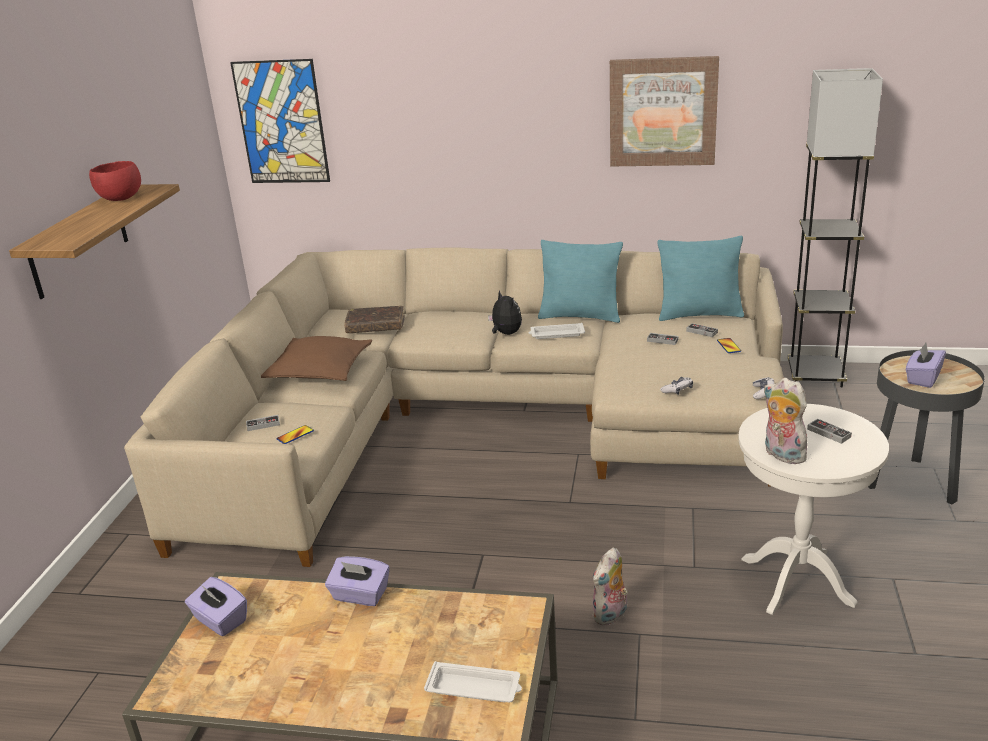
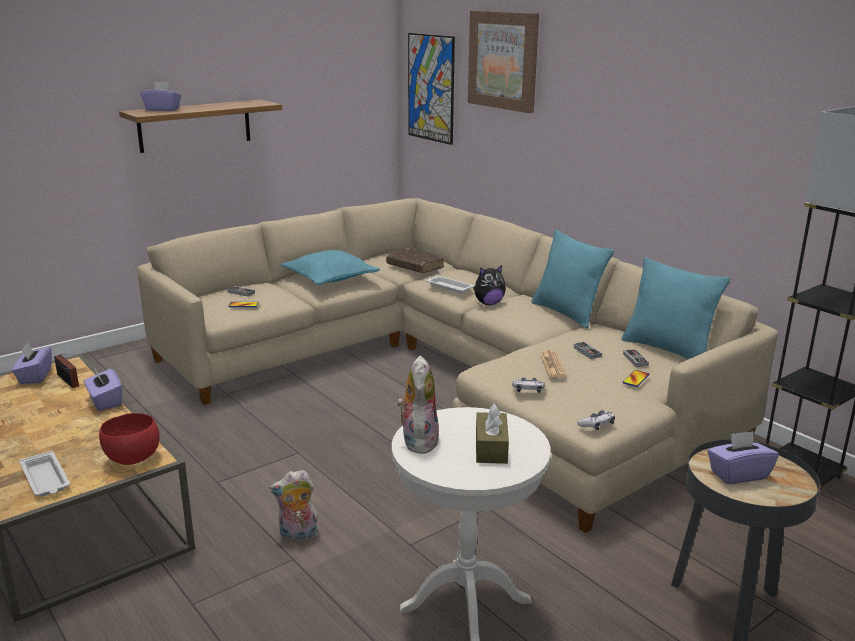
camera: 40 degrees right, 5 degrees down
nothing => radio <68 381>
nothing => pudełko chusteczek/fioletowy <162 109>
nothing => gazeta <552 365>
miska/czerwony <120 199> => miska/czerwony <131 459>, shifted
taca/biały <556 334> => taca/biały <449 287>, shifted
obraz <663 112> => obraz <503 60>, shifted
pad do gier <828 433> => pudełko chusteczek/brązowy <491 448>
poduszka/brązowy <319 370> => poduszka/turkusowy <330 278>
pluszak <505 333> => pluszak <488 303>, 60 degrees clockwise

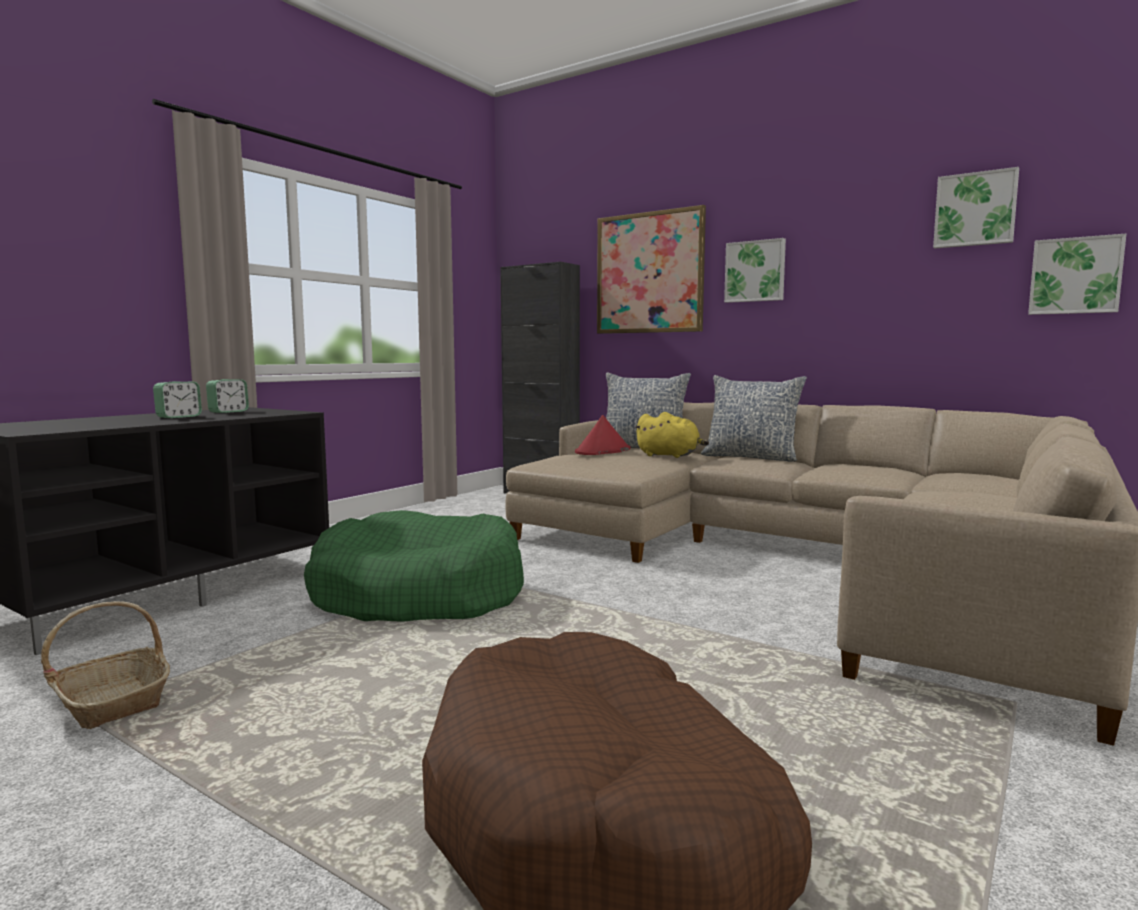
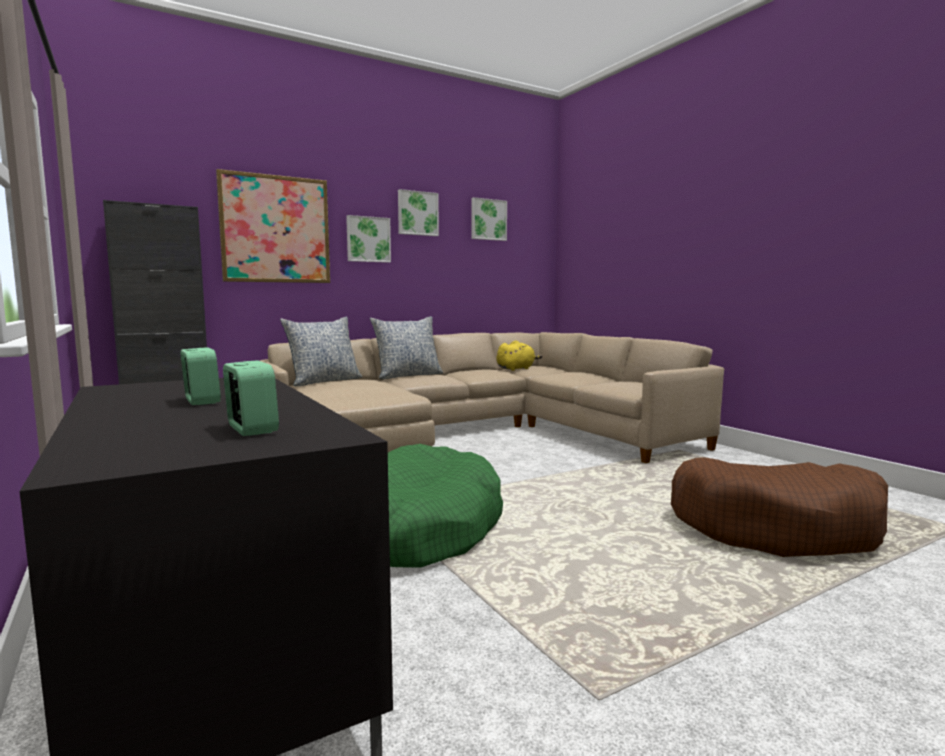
camera: 65 degrees left, 0 degrees up
koszyk <112 702> => nothing
kapelusz/czerwony <602 451> => nothing
budzik <228 411> => budzik <252 429>, shifted
pluszak/żółty <670 456> => pluszak/żółty <516 369>, shifted
obraz <1075 276> => obraz <417 213>, shifted

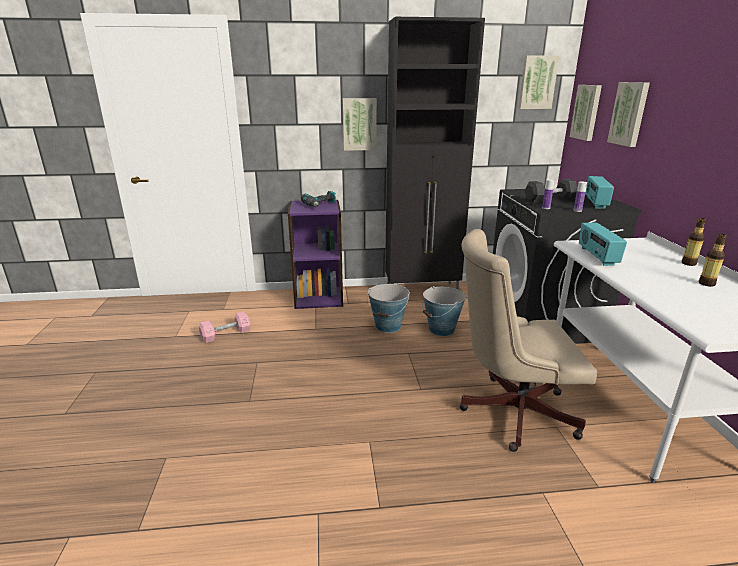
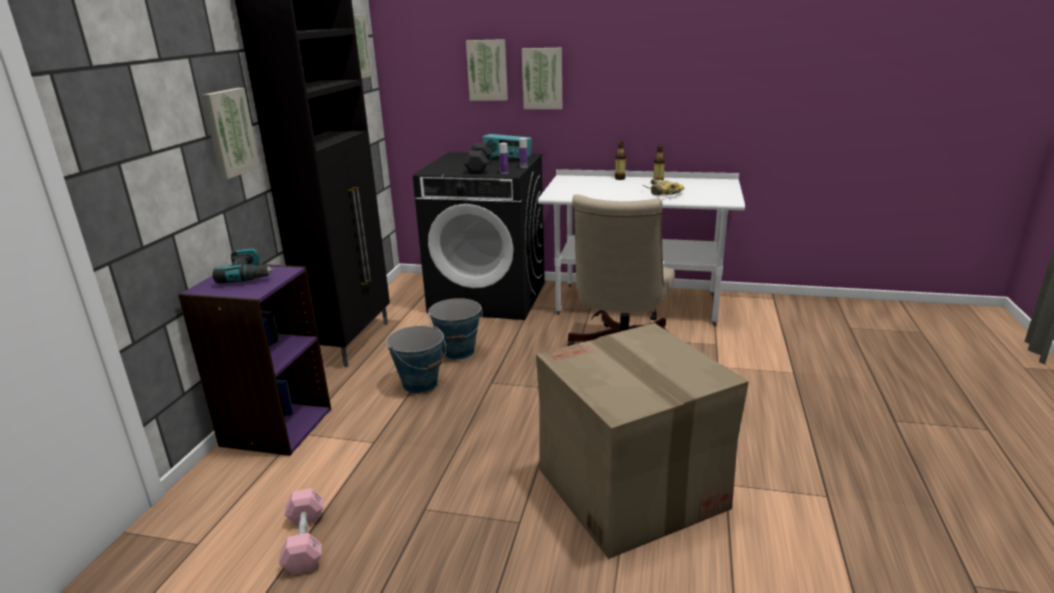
camera: 70 degrees left, 0 degrees up
radio <597 257> => nothing
nothing => karton <632 489>
nothing => wiertarka <660 192>
obraz <587 112> => obraz <542 78>, shifted

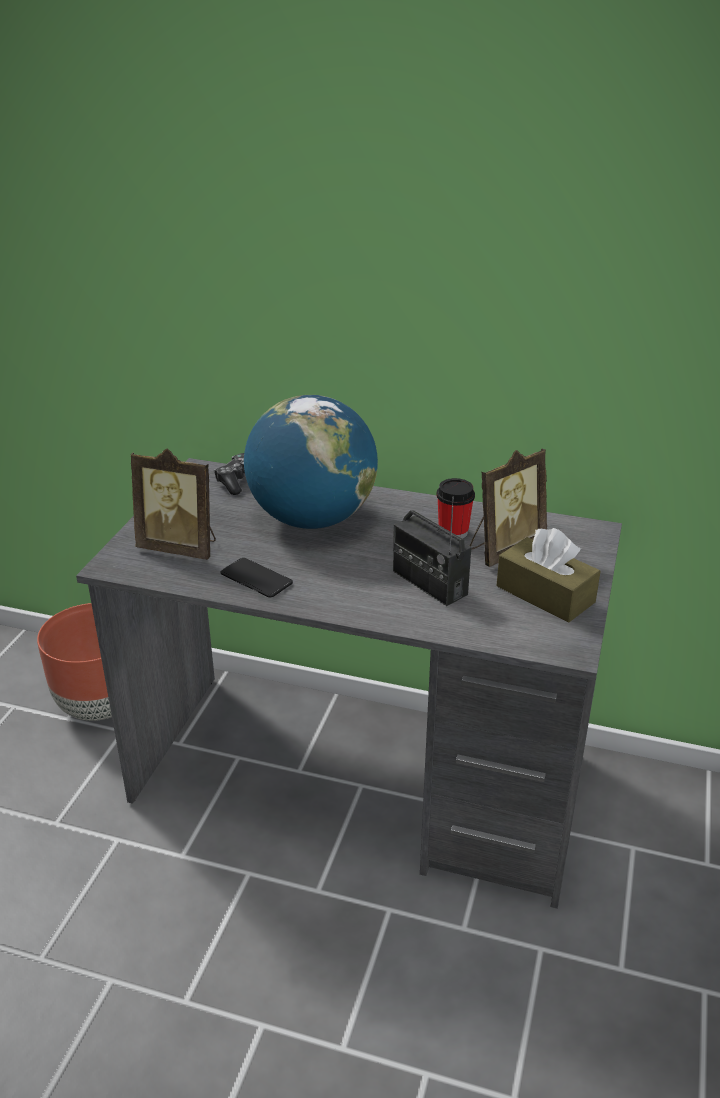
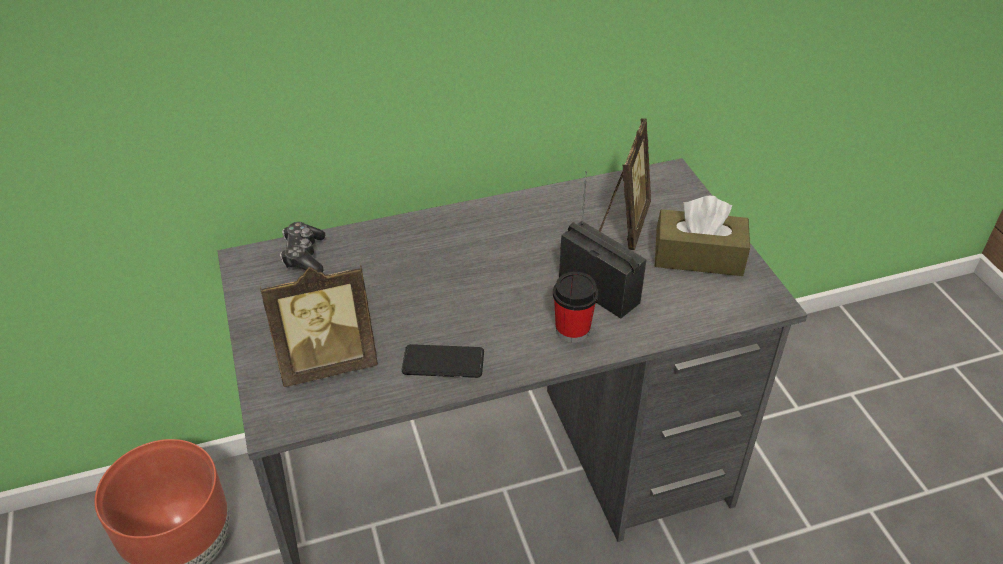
camera: 35 degrees left, 10 degrees up
globus <312 519> => nothing
filiżanka <453 532> => filiżanka <572 330>, shifted
radio <429 583> => radio <599 290>, 150 degrees counterclockwise

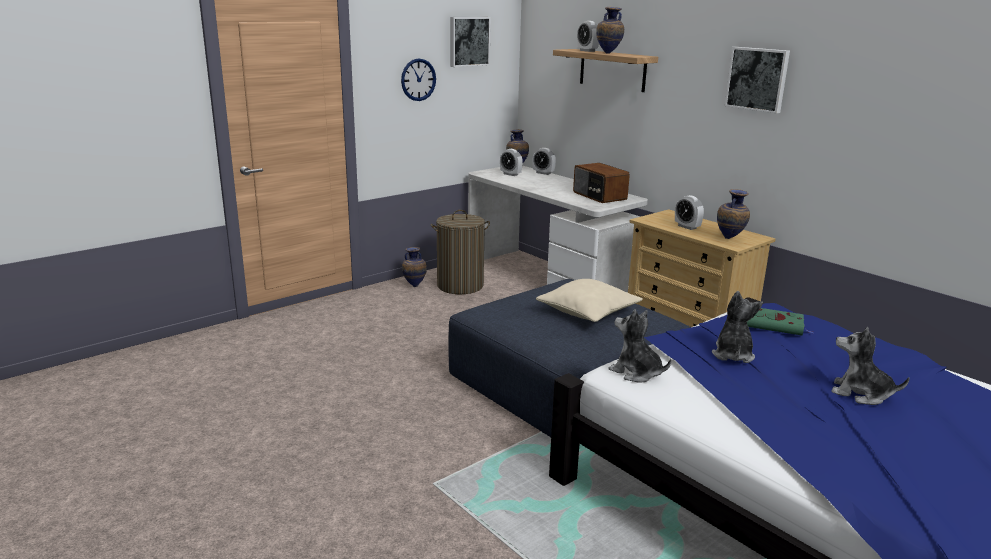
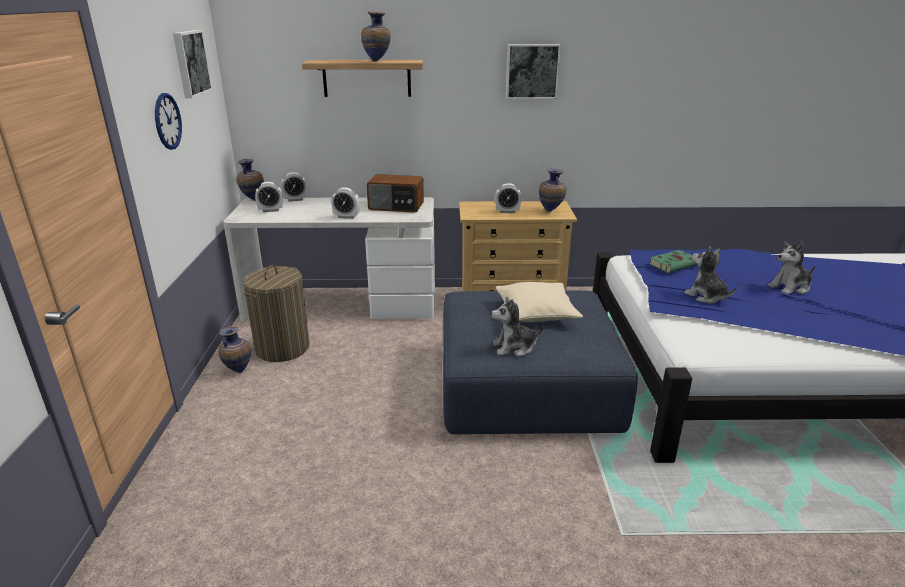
camera: 50 degrees left, 5 degrees up
budzik <587 51> => budzik <346 217>, shifted
pluszak <636 372> => pluszak <514 347>, shifted

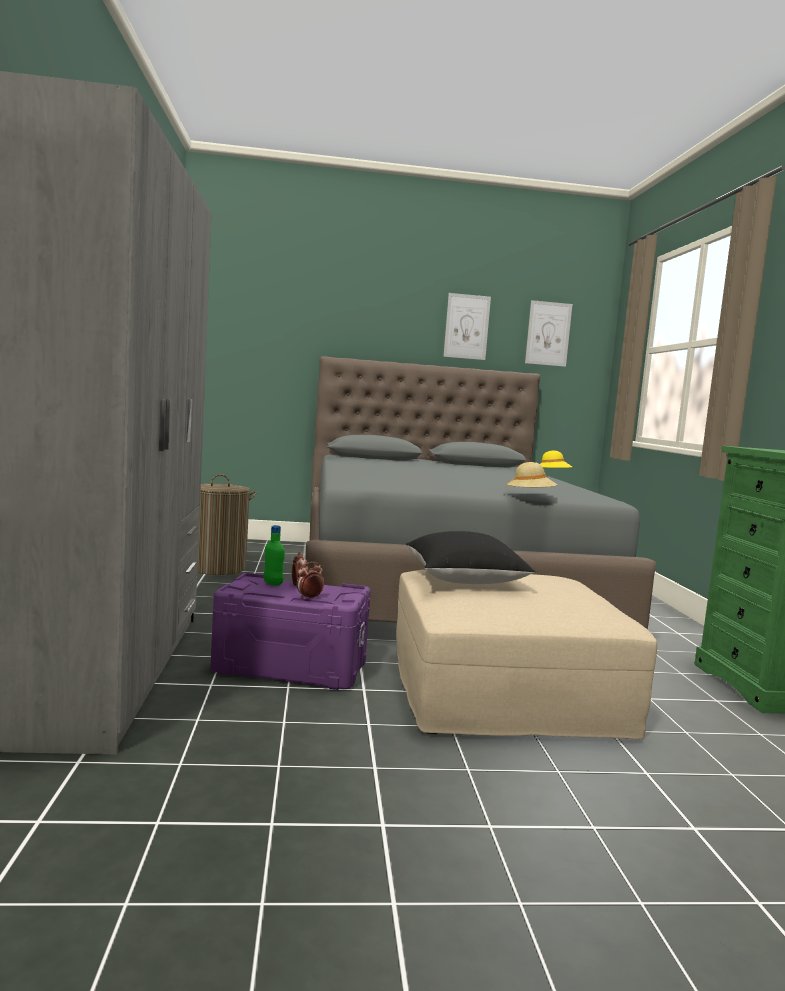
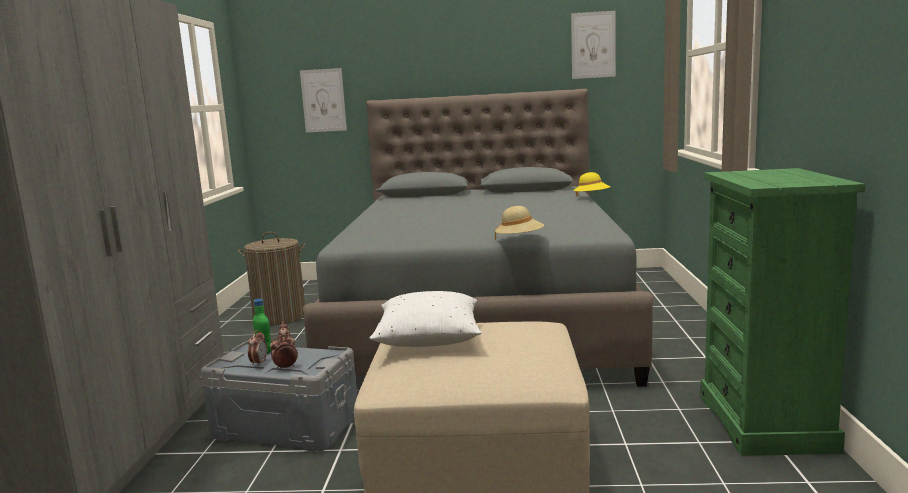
camera: 10 degrees right, 5 degrees up
nothing => budzik <259 363>
obraz <466 326> => obraz <323 100>, shifted
pojemnik do przechowywania/fioletowy <291 666> => pojemnik do przechowywania/szary <287 426>
poduszka/czarny <464 580> => poduszka/biały <429 340>

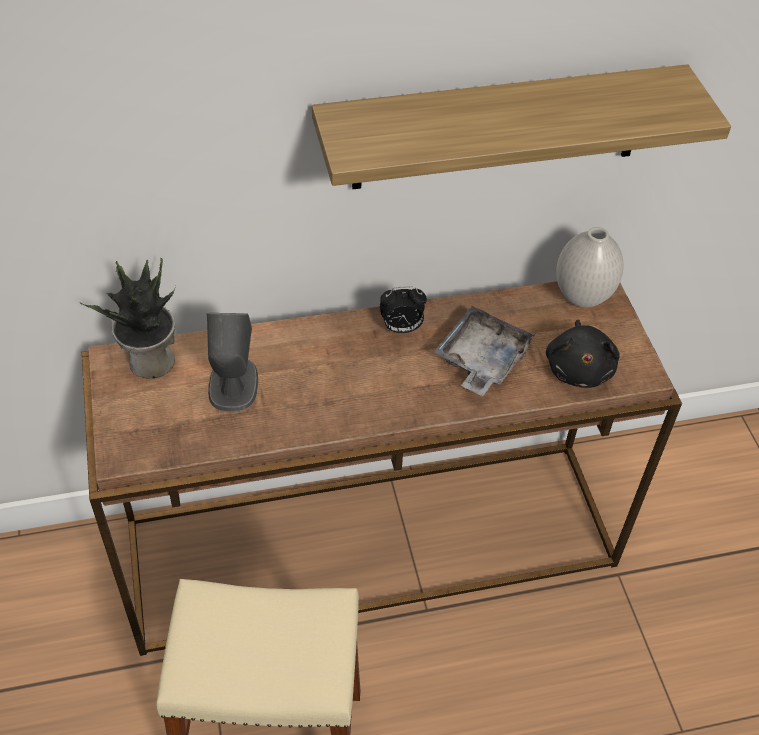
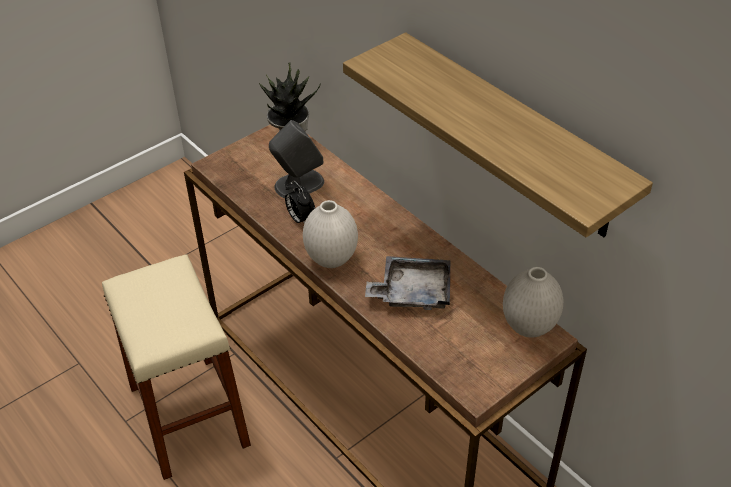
camera: 65 degrees right, 5 degrees down
pluszak/czarny <579 368> => nothing
nothing => wazon/biały <331 259>
budzik <401 328> => budzik <300 219>, shifted

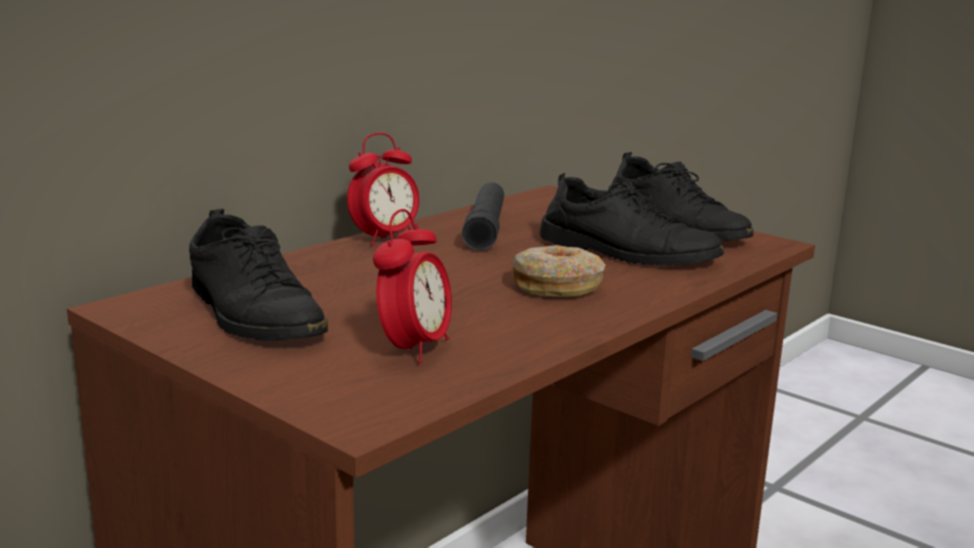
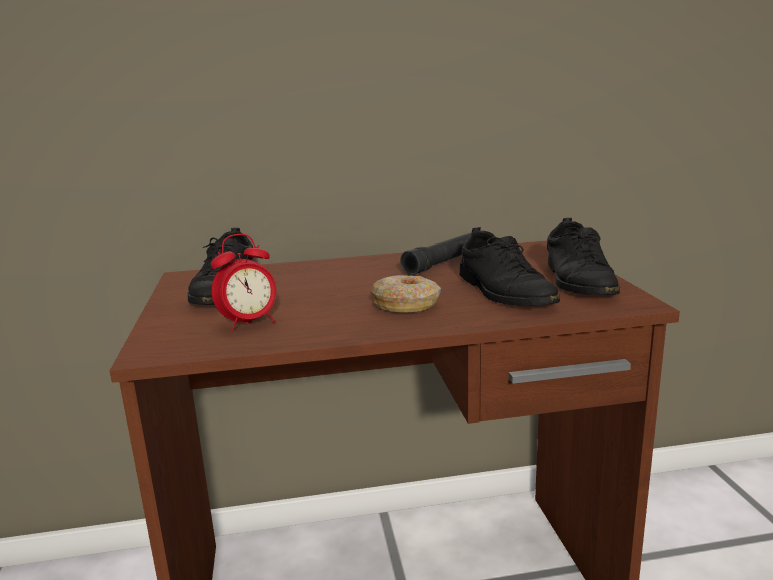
camera: 40 degrees right, 0 degrees up
budzik <384 239> => nothing

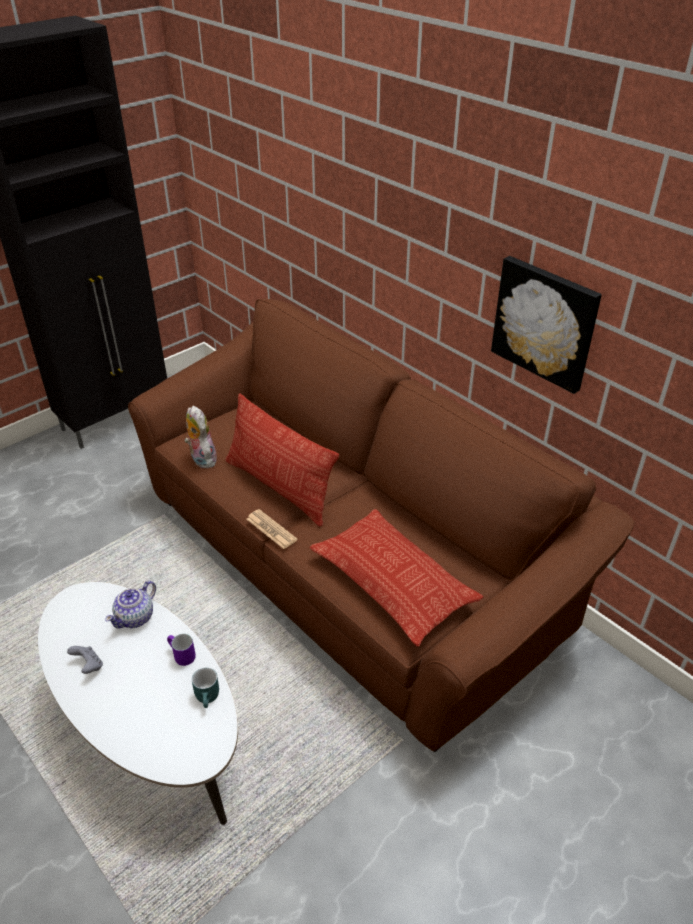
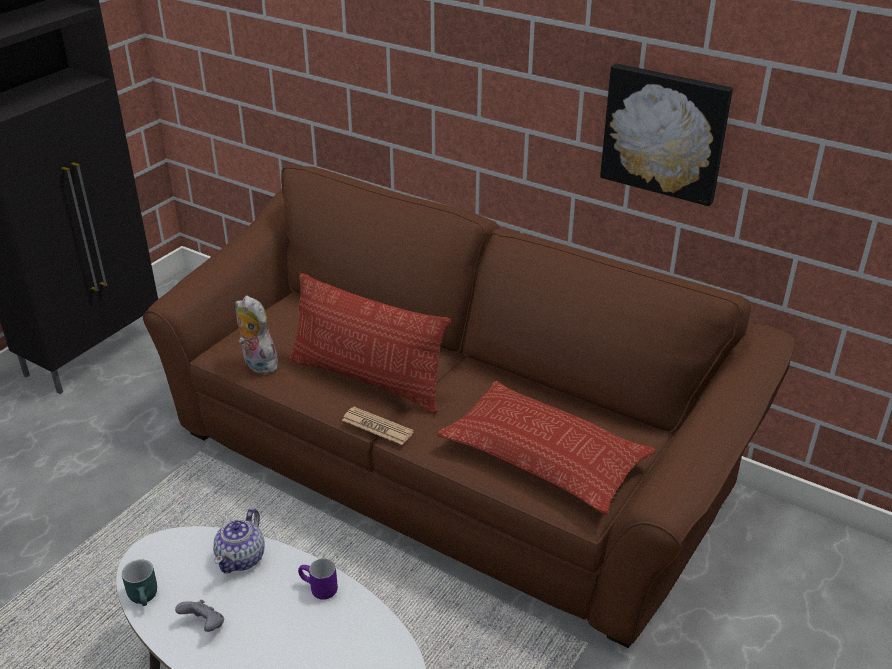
camera: 15 degrees left, 5 degrees down
kubek/turkusowy <209 697> => kubek/turkusowy <146 596>, shifted

